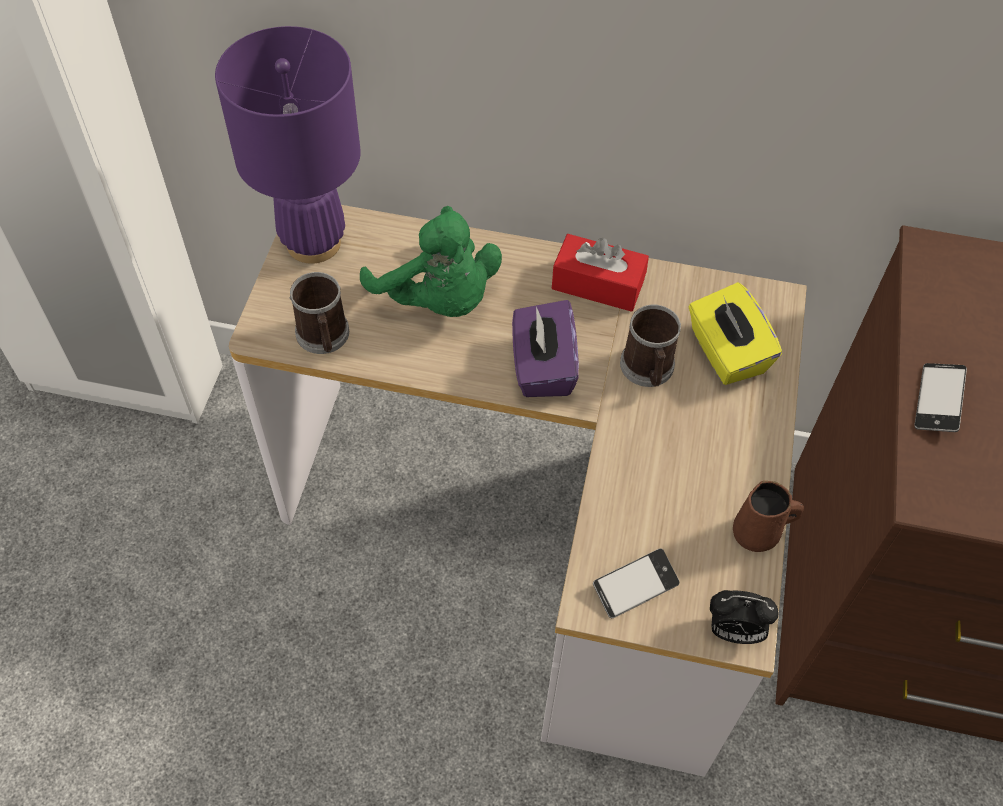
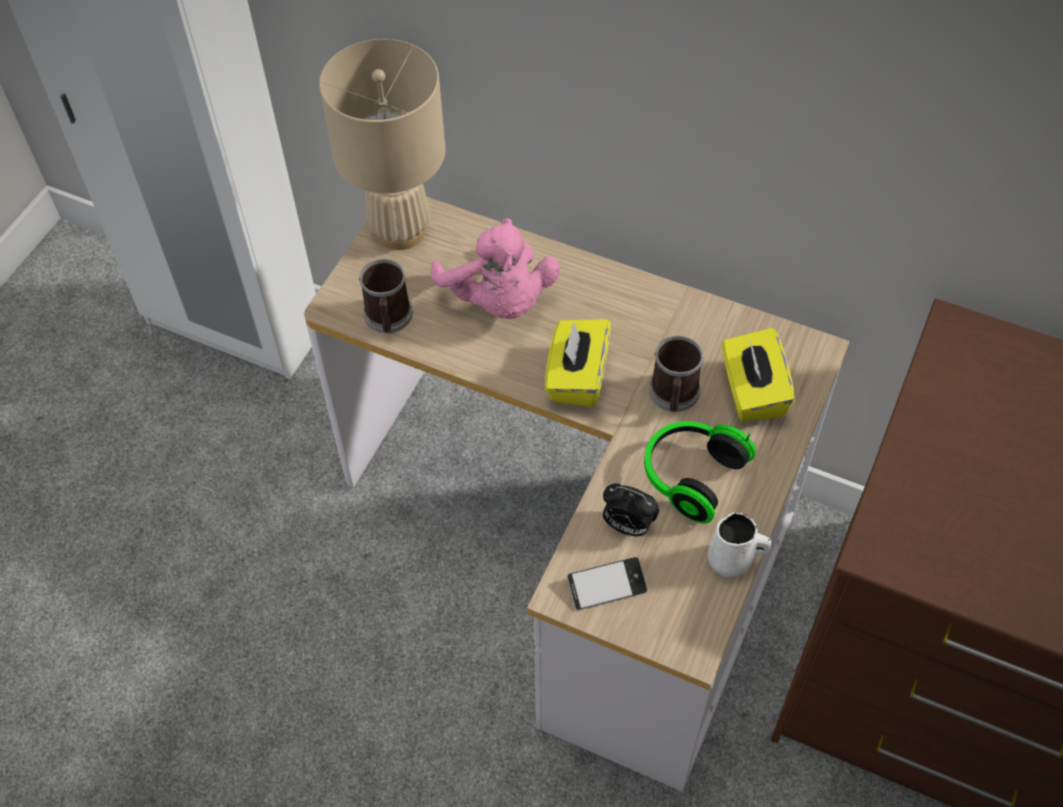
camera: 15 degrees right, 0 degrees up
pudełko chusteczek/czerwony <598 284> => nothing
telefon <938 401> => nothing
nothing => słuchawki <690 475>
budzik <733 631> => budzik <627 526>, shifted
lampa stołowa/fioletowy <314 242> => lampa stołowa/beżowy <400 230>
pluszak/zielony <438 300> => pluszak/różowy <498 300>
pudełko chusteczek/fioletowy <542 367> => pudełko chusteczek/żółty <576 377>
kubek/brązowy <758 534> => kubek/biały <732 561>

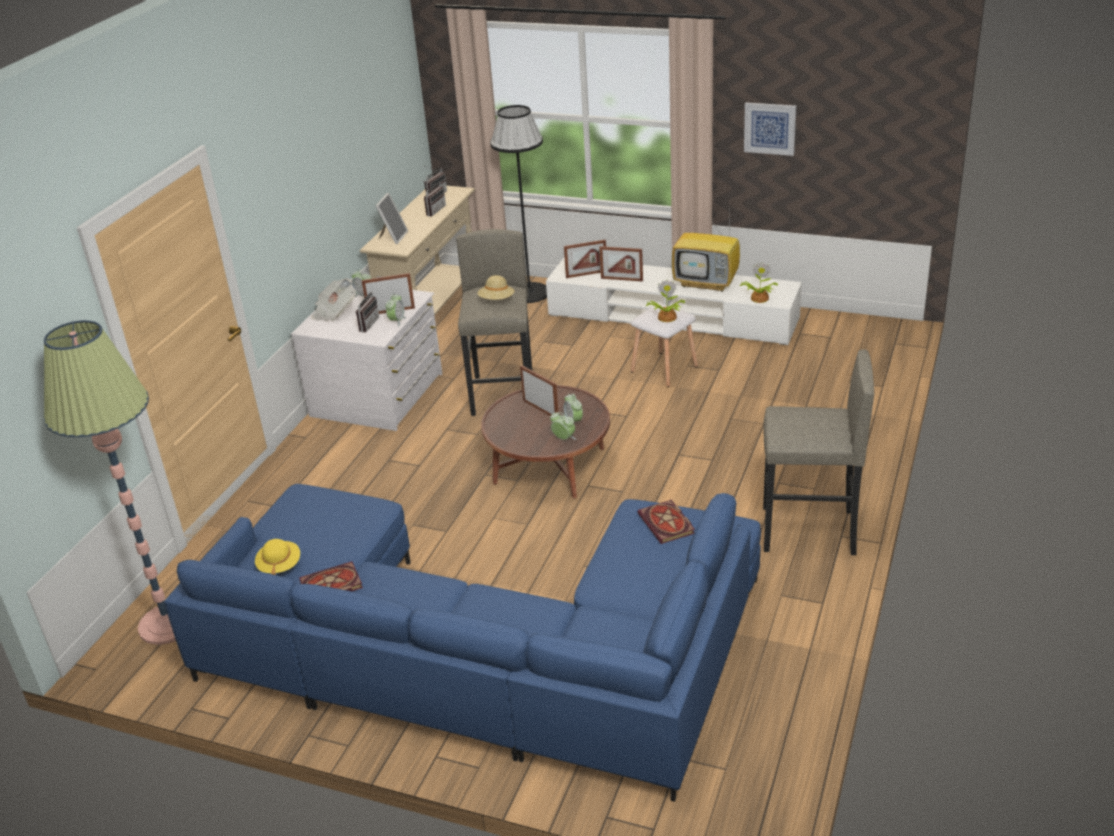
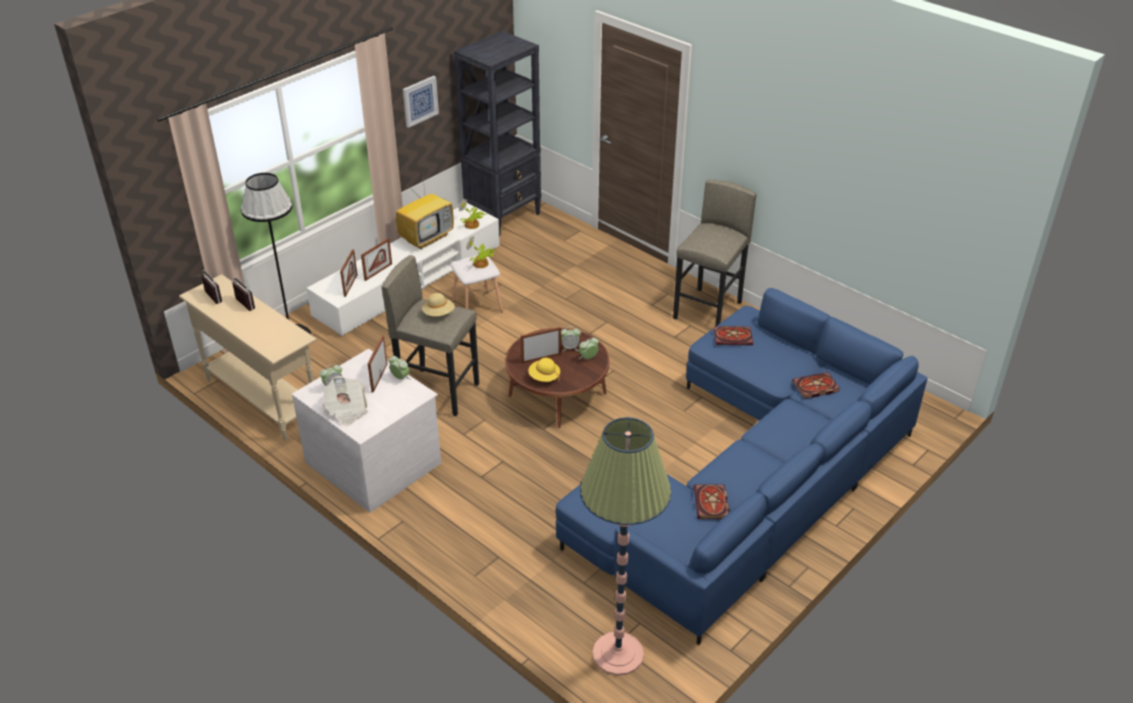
camera: 70 degrees left, 5 degrees up
radio <366 324> => nothing
ramka na zdjęcie <393 237> => nothing
nothing => regał/czarny <504 217>
nothing => książka <815 387>
kapelusz/żółty <279 565> => kapelusz/żółty <544 377>, shifted

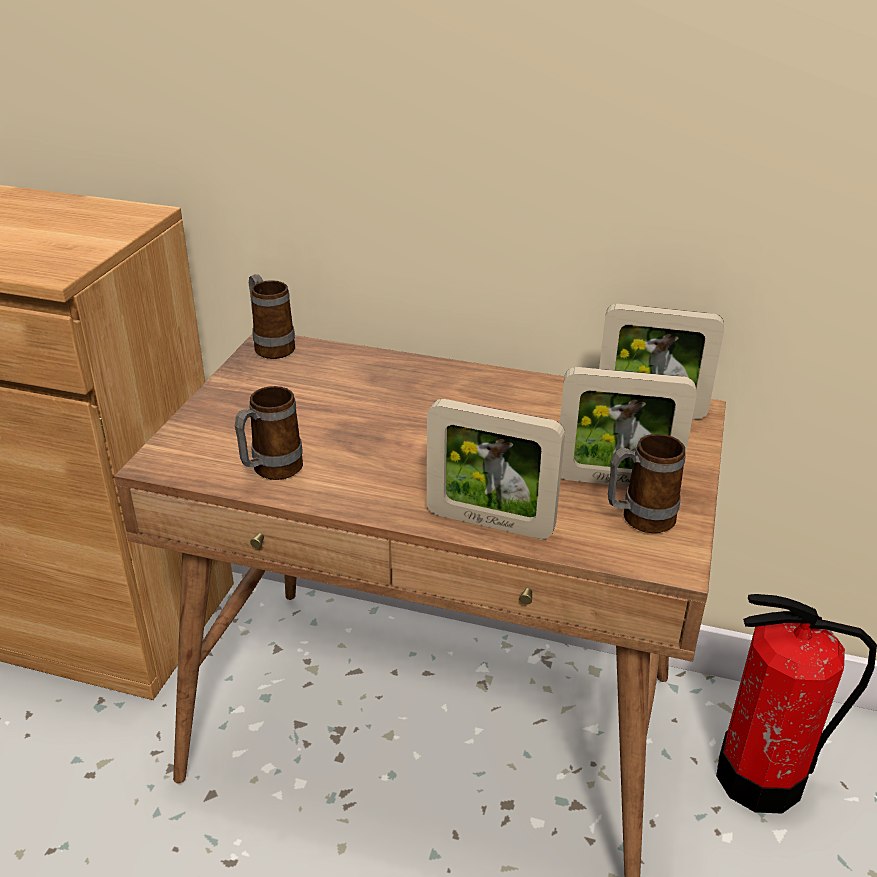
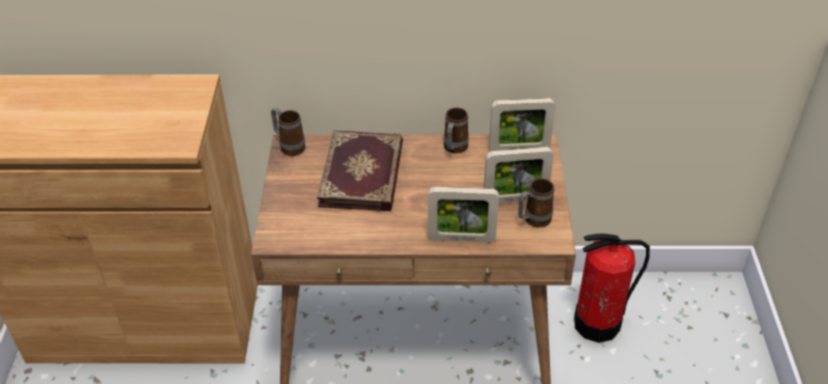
camera: 15 degrees left, 10 degrees up
nothing => książka <363 174>
kubek <270 471> => kubek <454 149>, shifted

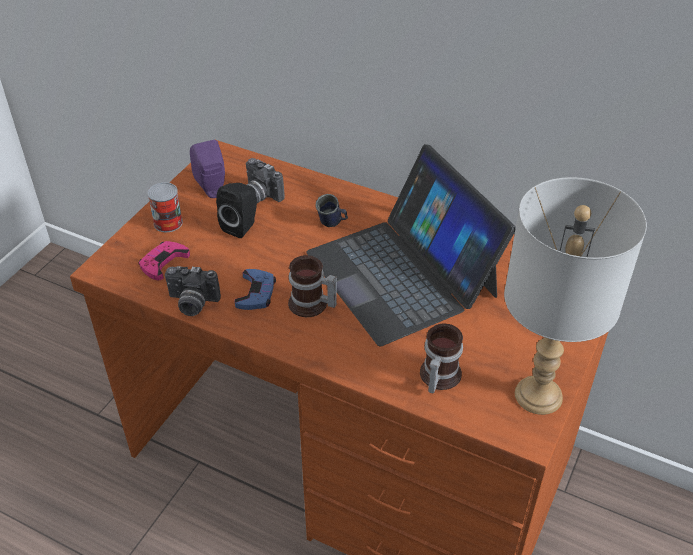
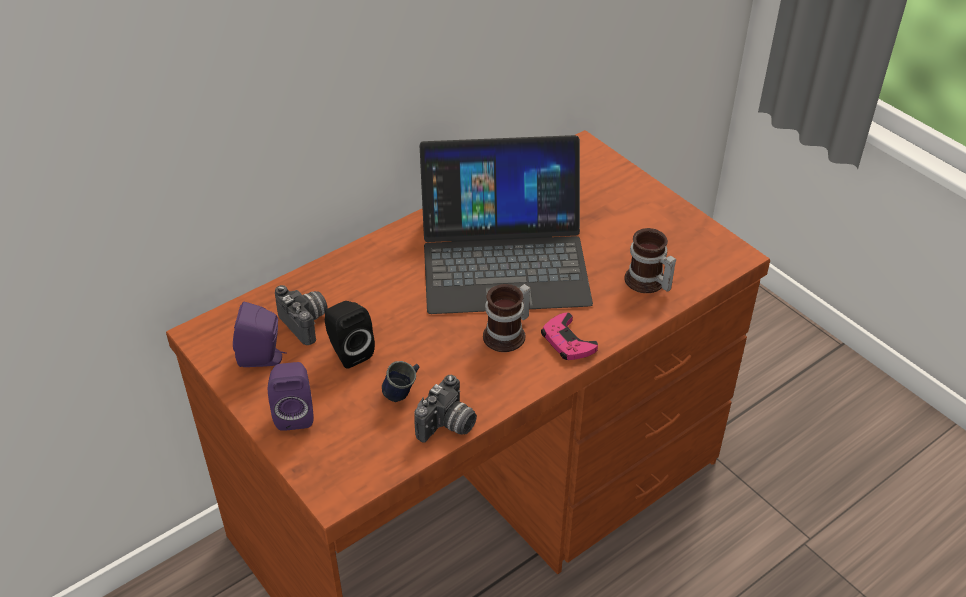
camera: 65 degrees left, 0 degrees up
pad do gier/niebieski <256 293> => nothing
lampa stołowa/szary <538 396> => nothing
pad do gier/różowy <163 262> => pad do gier/różowy <567 341>, shifted
kubek/niebieski <332 224> => kubek/niebieski <403 393>, shifted
puszka <168 223> => głośnik/fioletowy <295 413>
aparat fotograficzny <259 195> => aparat fotograficzny <307 322>, 105 degrees counterclockwise

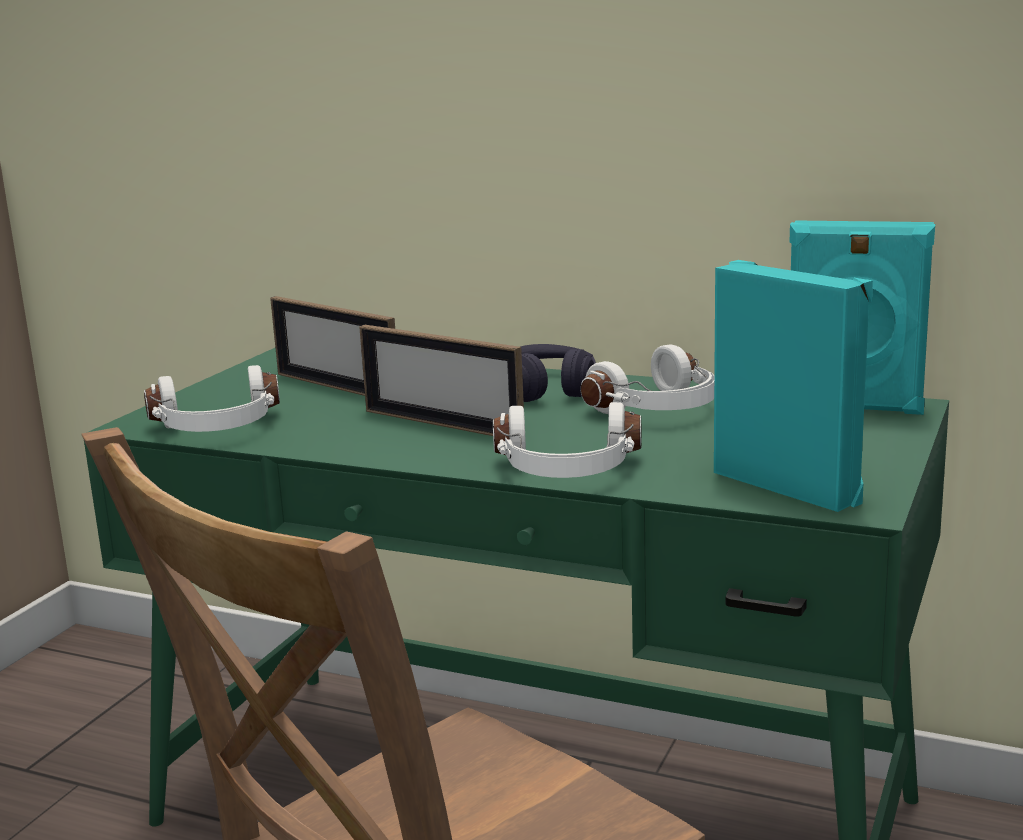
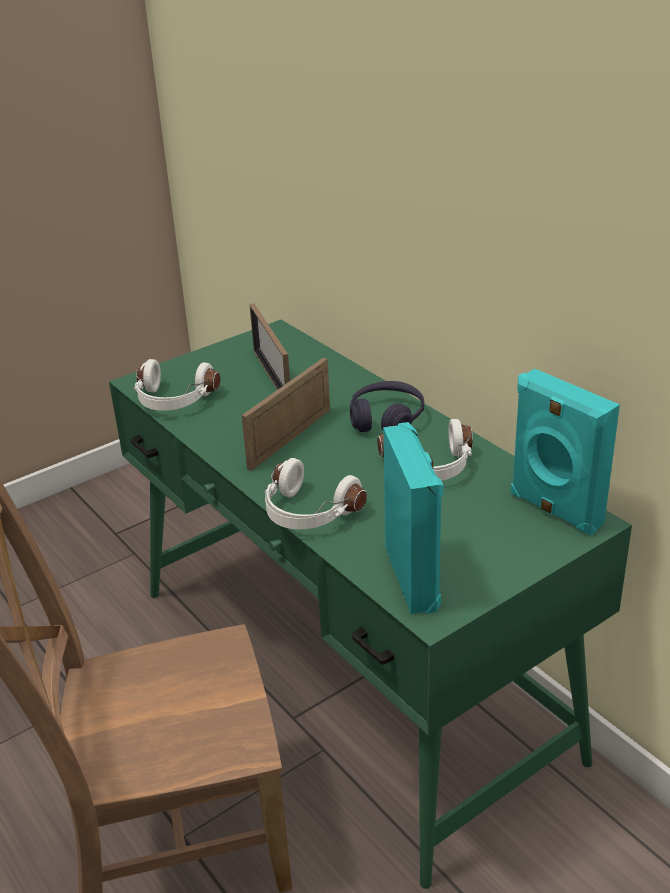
camera: 30 degrees right, 15 degrees up
ramka na zdjęcie <442 424> => ramka na zdjęcie <290 438>, 60 degrees clockwise

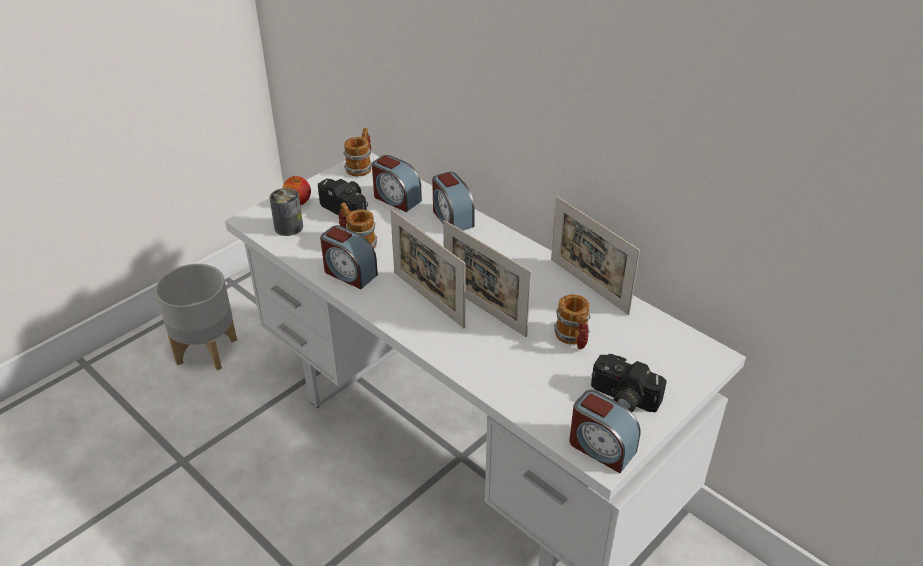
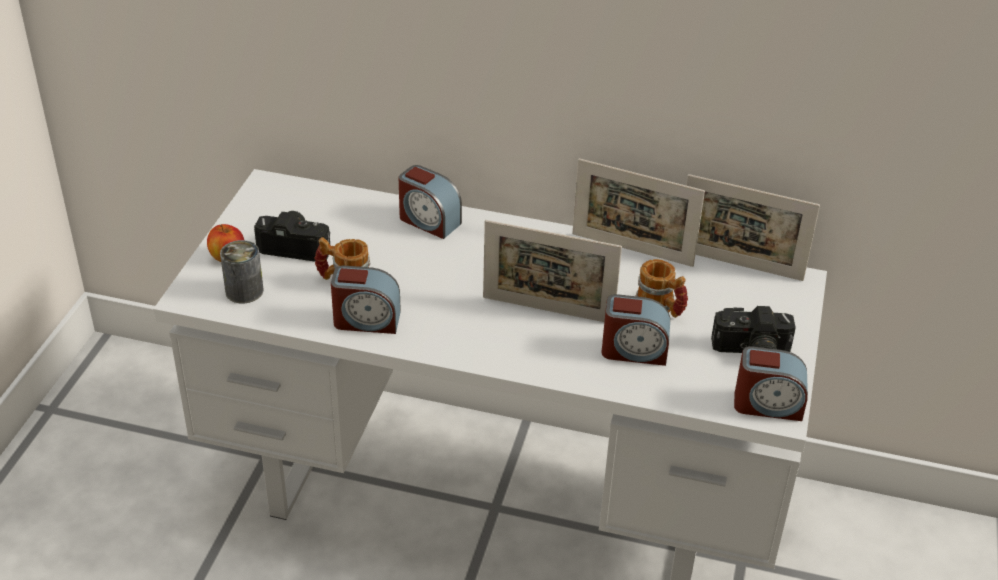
camera: 30 degrees left, 0 degrees up
donica/szary <207 350> => nothing
kubek <361 166> => nothing
budzik <396 199> => budzik <634 350>, shifted
ramka na zdjęcie <428 299> => ramka na zdjęcie <739 265>, shifted

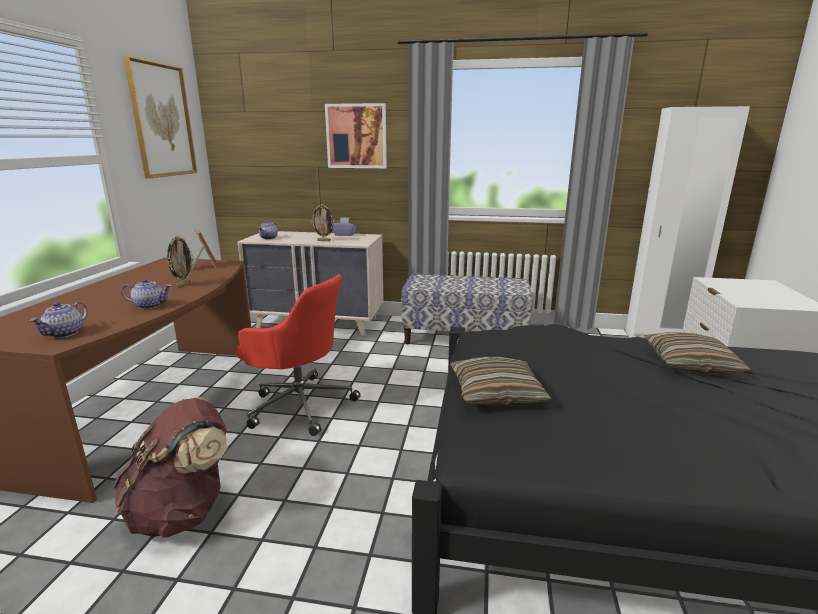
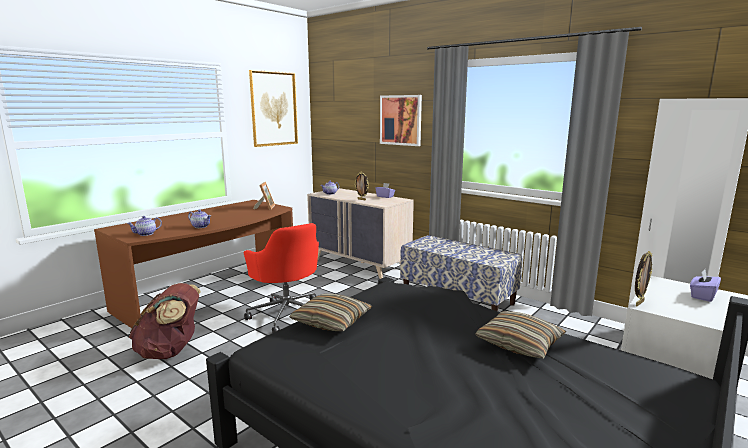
camera: 30 degrees right, 5 degrees down
nothing => pudełko chusteczek/fioletowy <702 296>
ramka na zdjęcie <183 285> => ramka na zdjęcie <639 303>, shifted

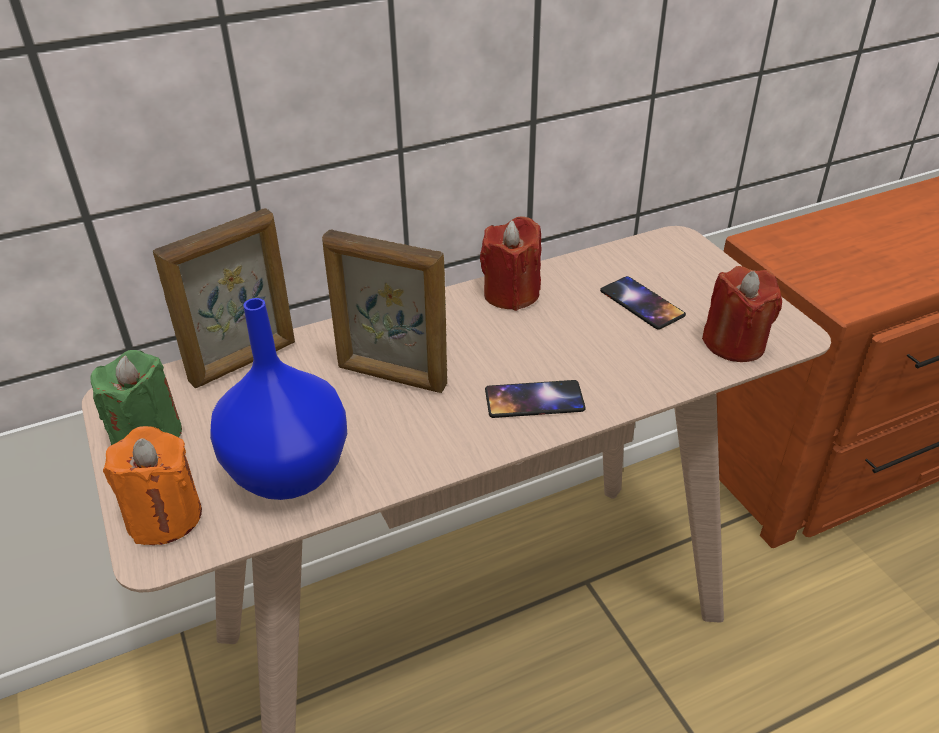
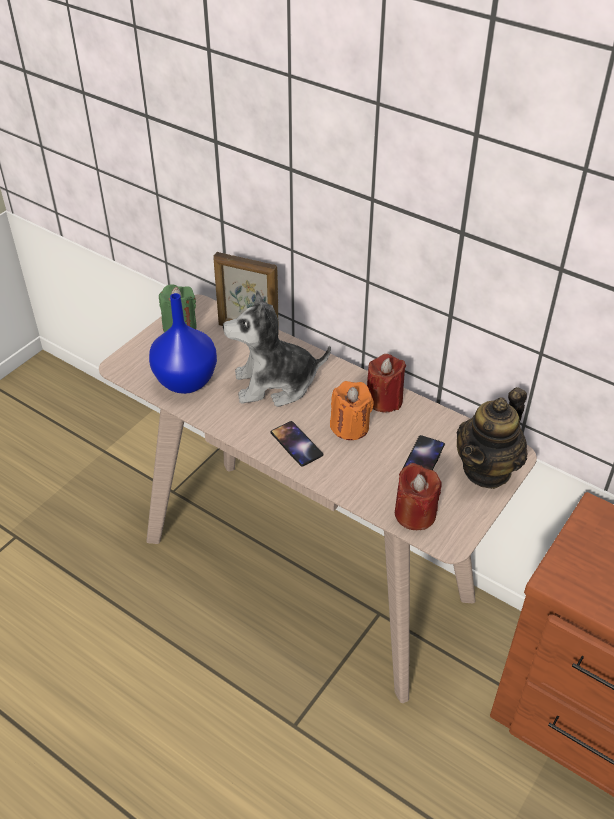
camera: 60 degrees right, 5 degrees up
nothing => imbryk <487 469>
świeca/pomarańczowy <164 517> => świeca/pomarańczowy <350 427>, shifted
ramka na zdjęcie <391 377> => pluszak <275 384>

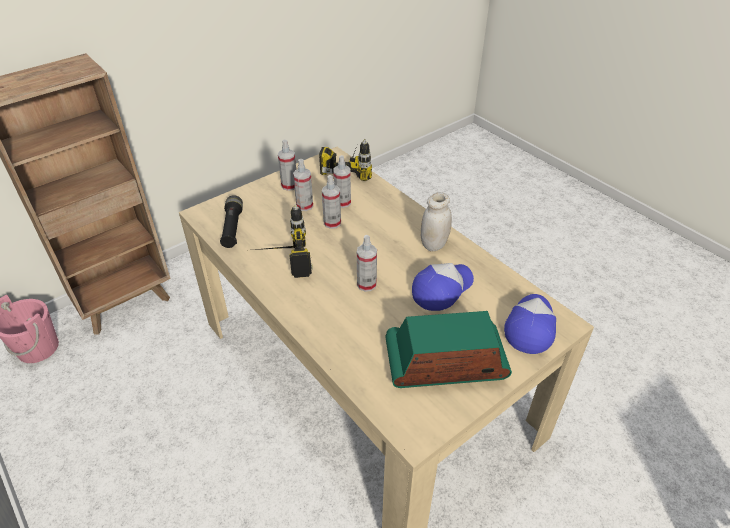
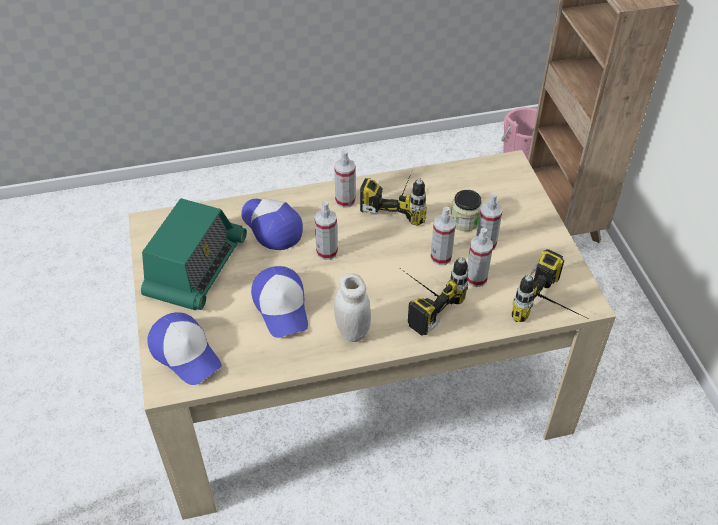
camera: 115 degrees right, 5 degrees up
latarka/czarny <232 228> => nothing
nothing => czapka z daszkiem <271 227>
nothing => wiertarka <420 300>
nothing => słoik <465 221>
spryskiwacz <289 186> => spryskiwacz <345 200>, shifted

